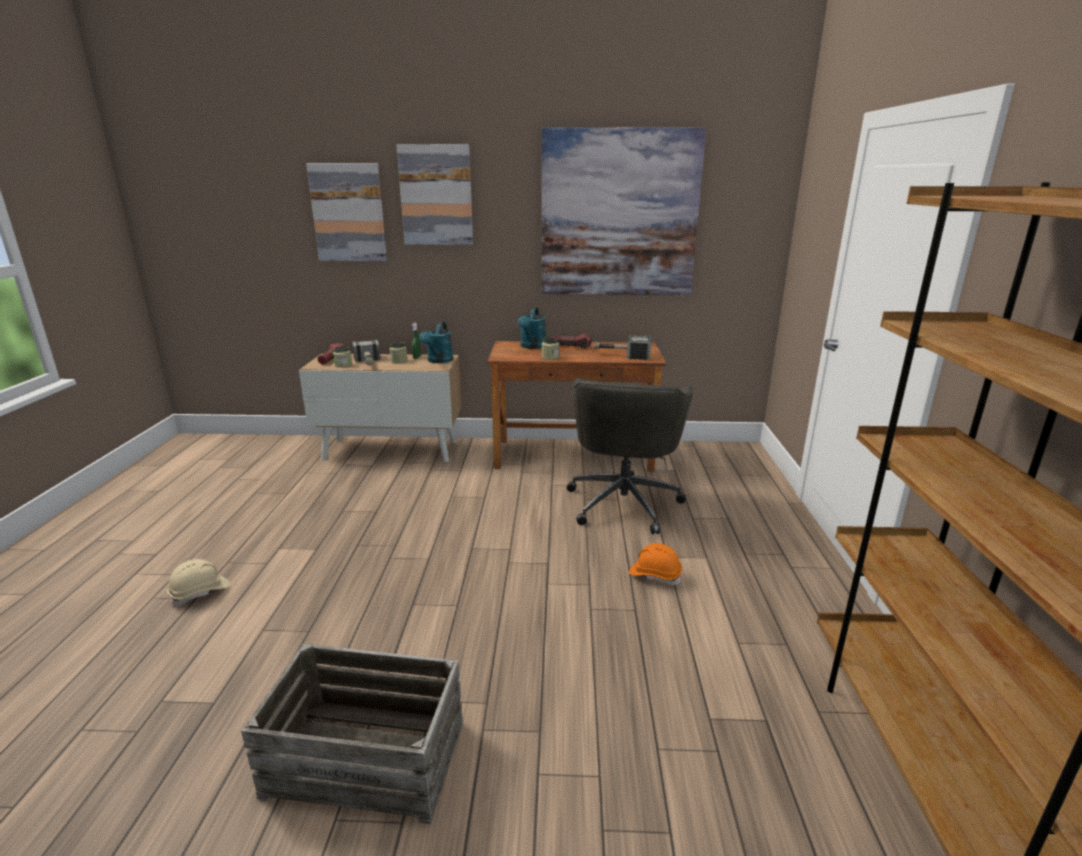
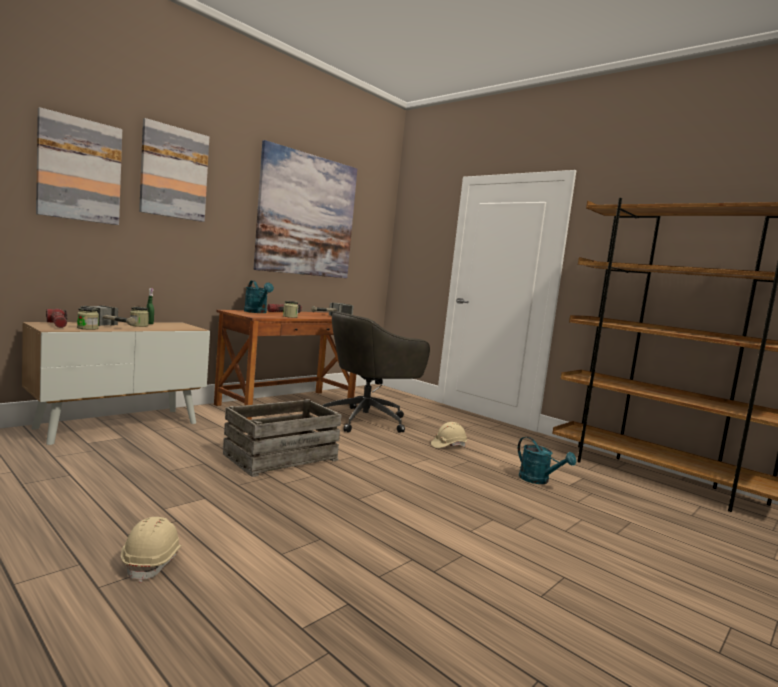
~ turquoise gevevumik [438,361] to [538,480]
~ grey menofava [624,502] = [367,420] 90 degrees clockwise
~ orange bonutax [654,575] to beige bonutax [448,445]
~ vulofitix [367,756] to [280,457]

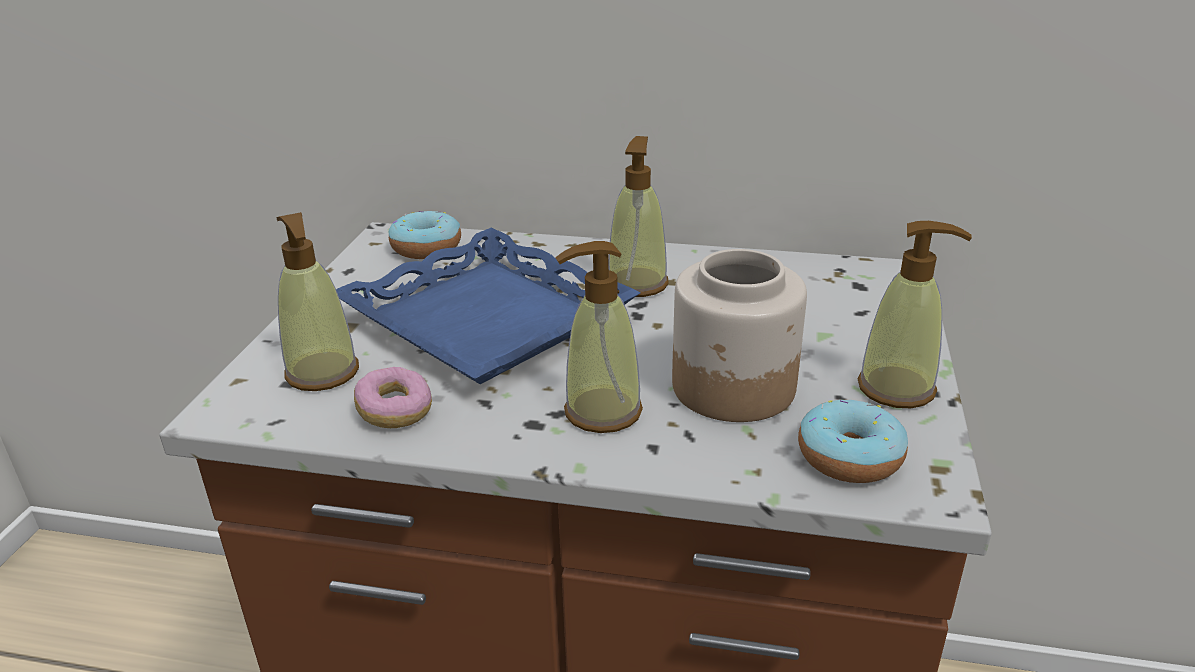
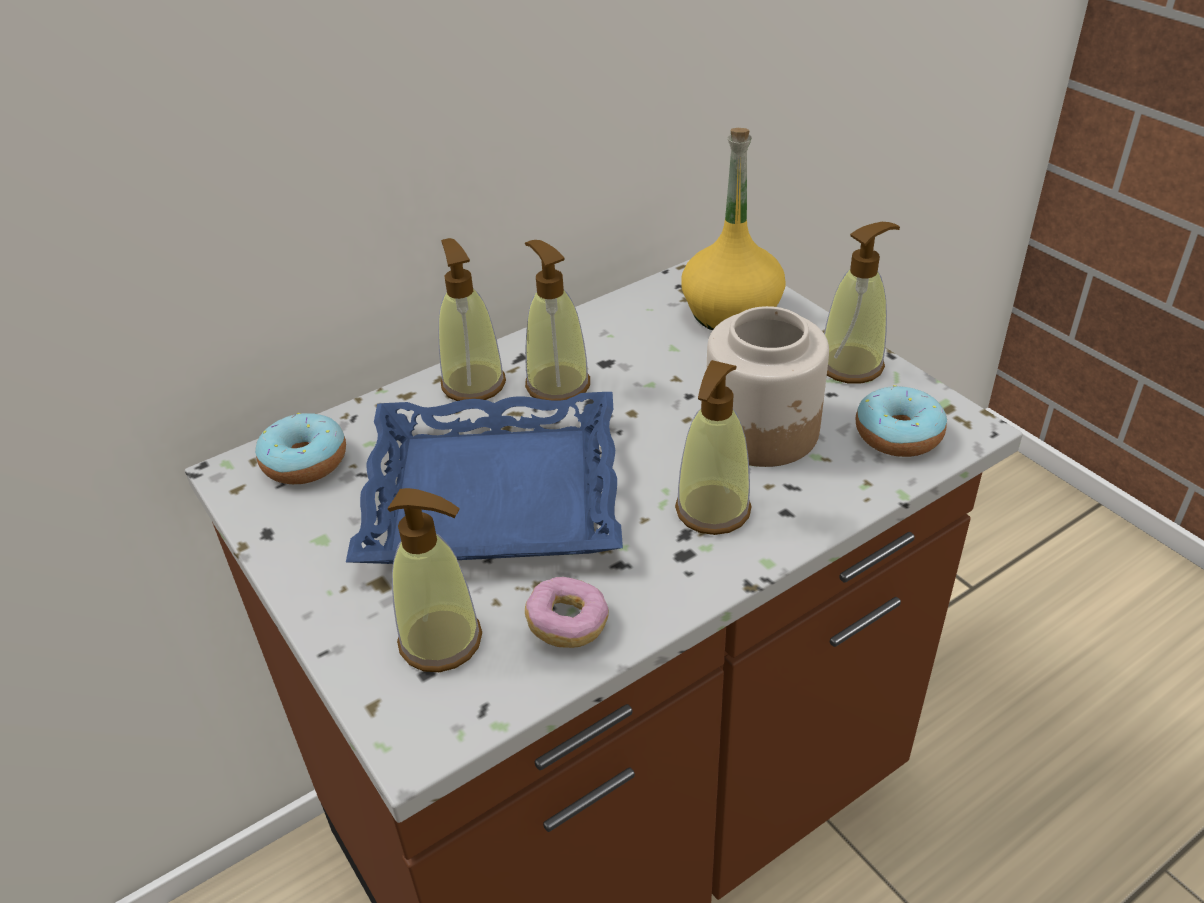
+ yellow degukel [731,313]
+ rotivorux [473,384]

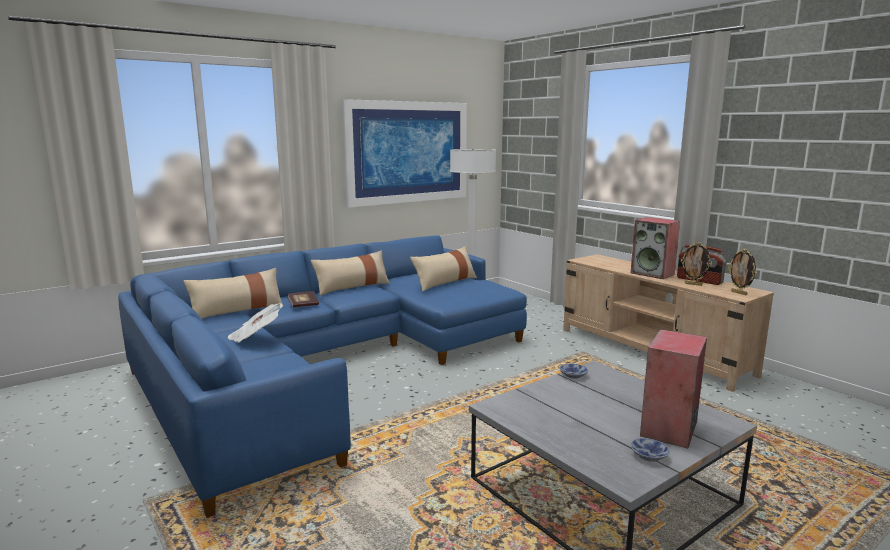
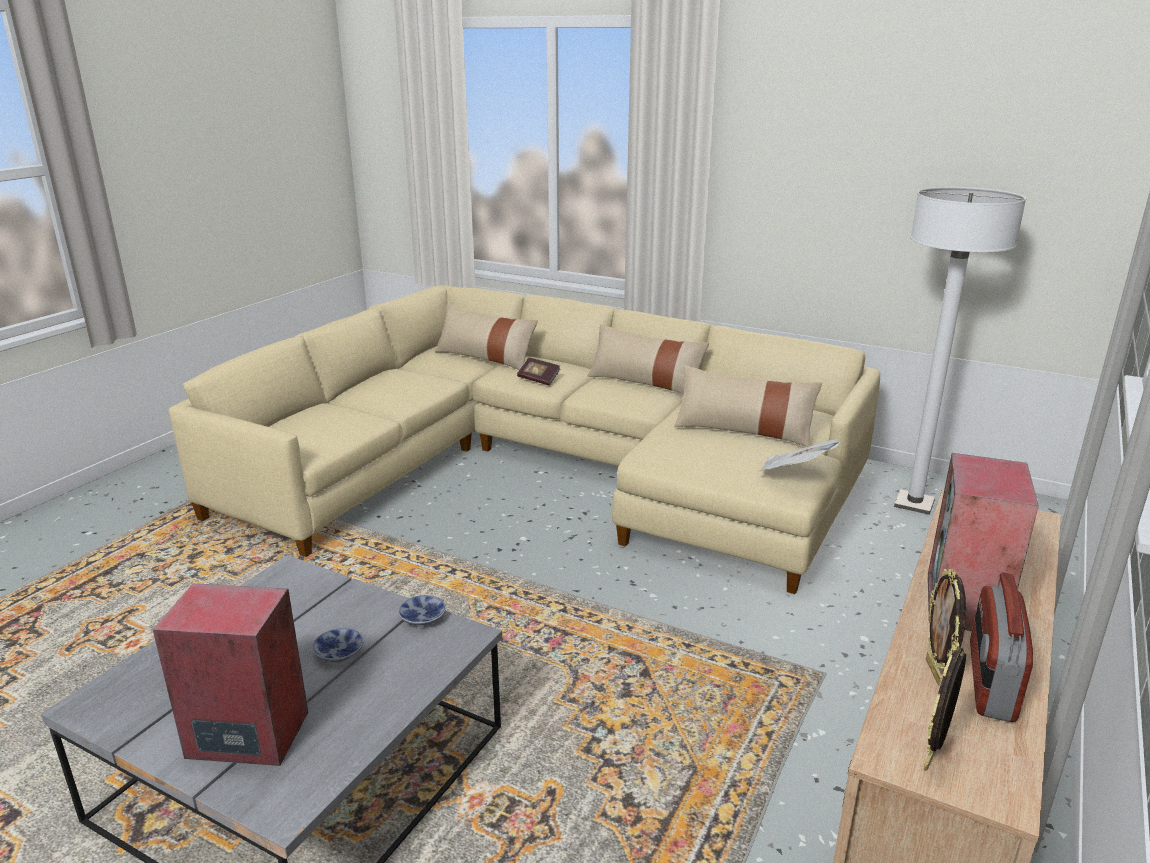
- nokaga [407,152]
~ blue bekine [328,365] to beige bekine [546,469]
~ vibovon [255,336] to [795,473]
~ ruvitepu [650,456] to [337,654]

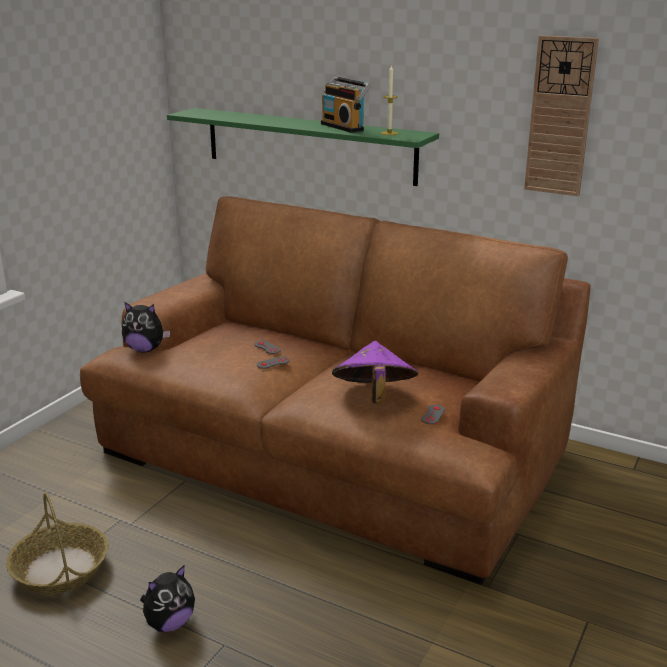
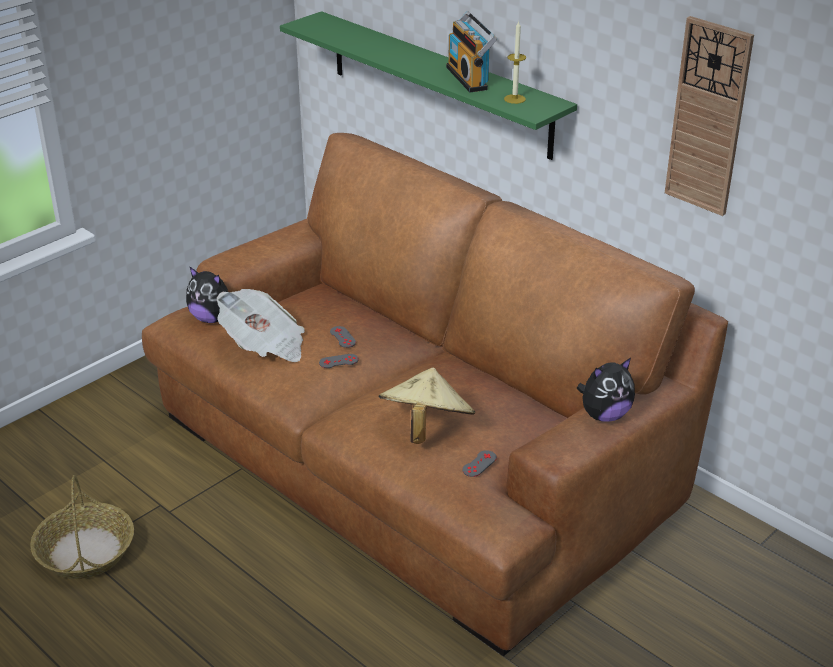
~ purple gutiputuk [373,397] to beige gutiputuk [425,429]
~ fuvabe [169,623] to [604,415]
+ vibovon [264,345]

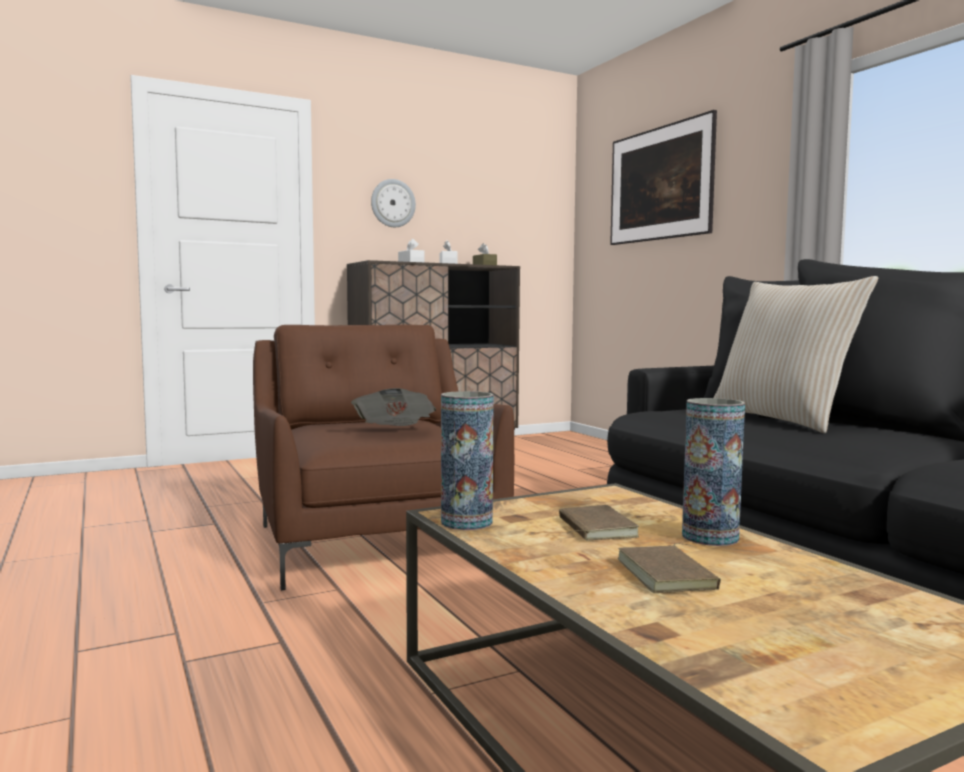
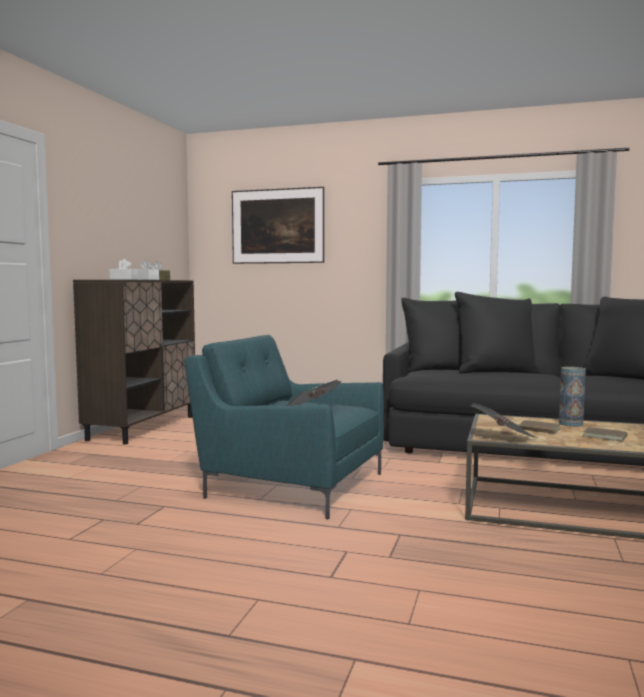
- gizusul [393,203]
- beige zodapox [782,420]
~ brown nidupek [376,539] to turquoise nidupek [290,484]
~ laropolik [466,522] to vibovon [503,438]

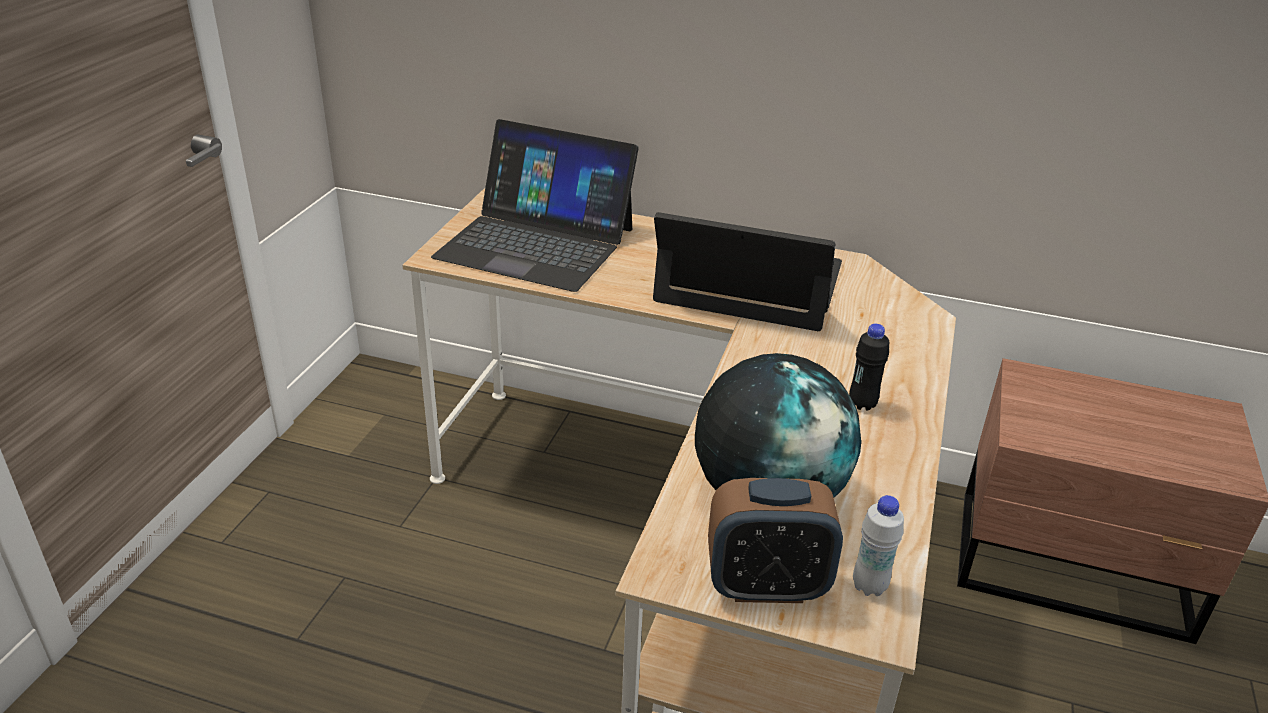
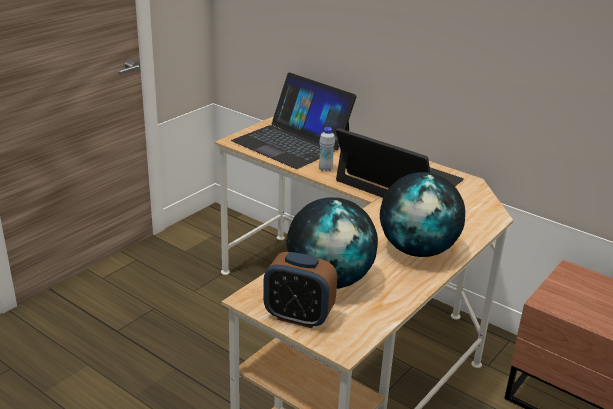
~ black degukel [862,404] to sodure [418,250]
~ white degukel [869,586] to [325,169]

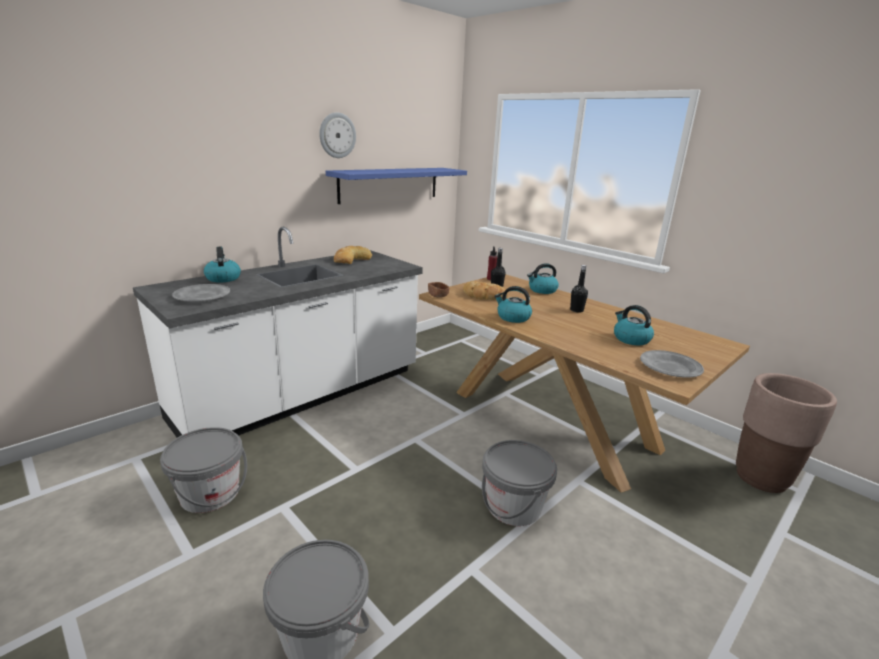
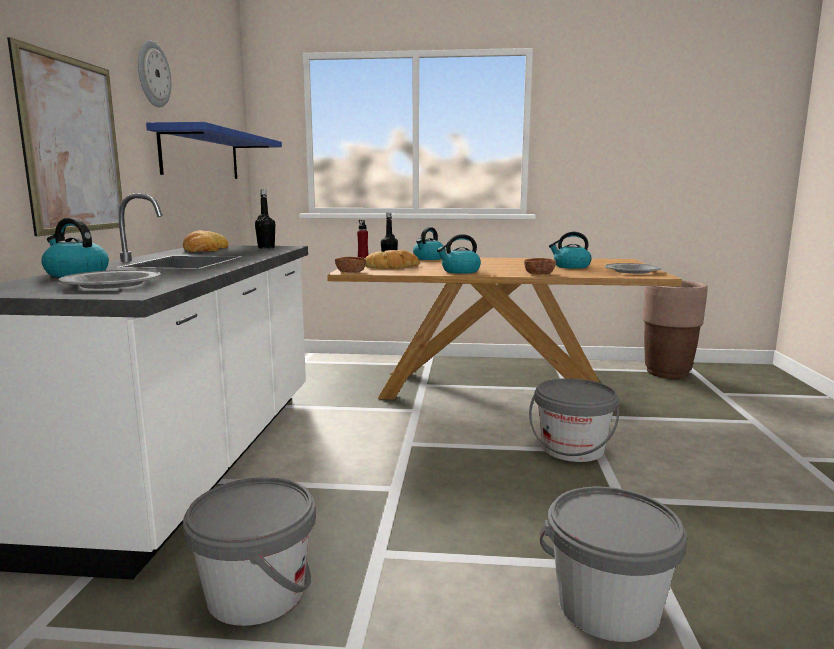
~ black degukel [576,310] to [266,248]
+ nokaga [73,146]
+ brown ruvitepu [539,274]

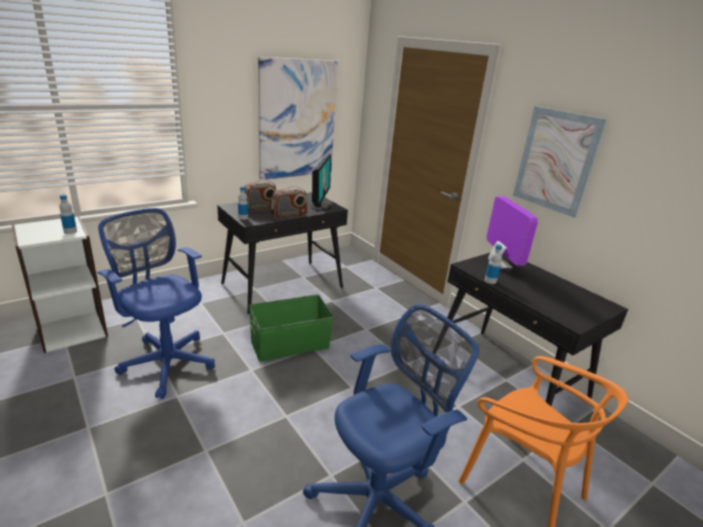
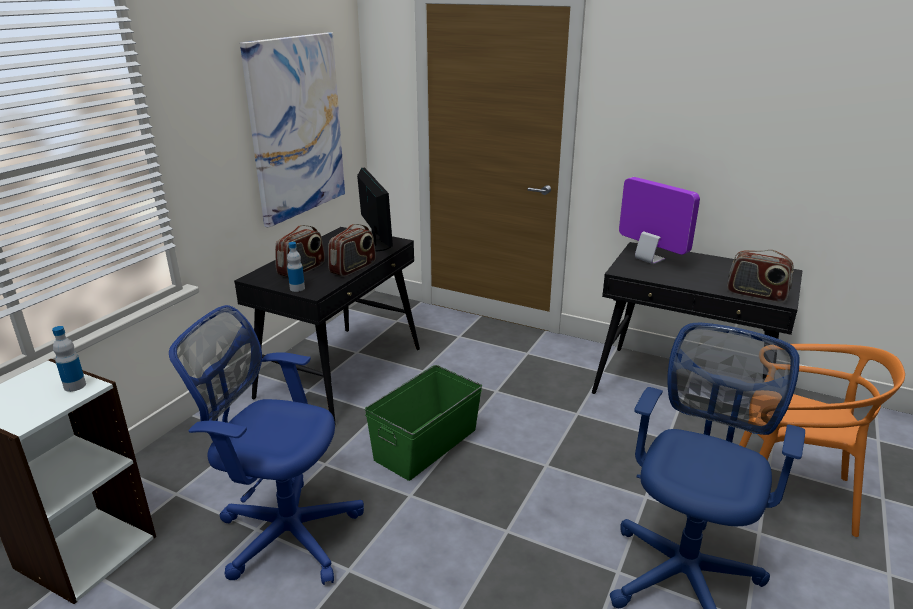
- nokaga [556,161]
- degukel [490,281]
+ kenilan [756,295]

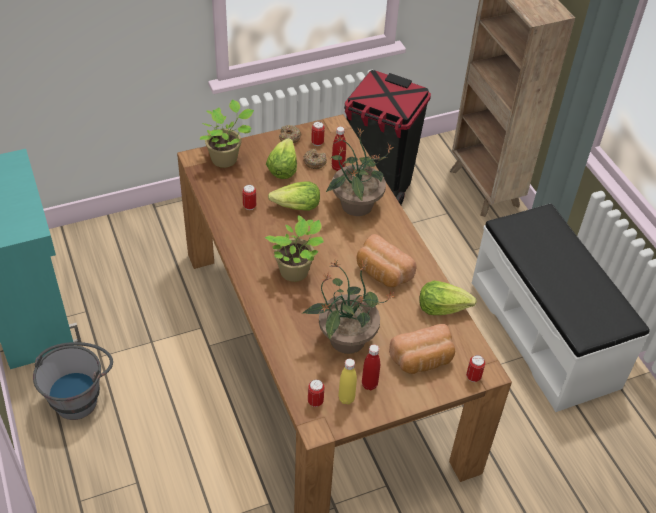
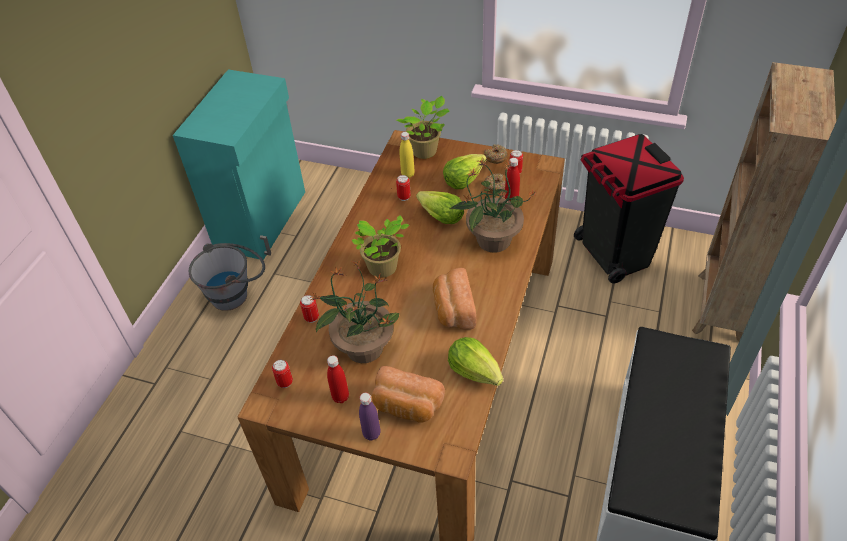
~ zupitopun [473,377] to [311,318]
~ yellow degukel [346,398] to [408,174]
+ purple degukel [371,433]

